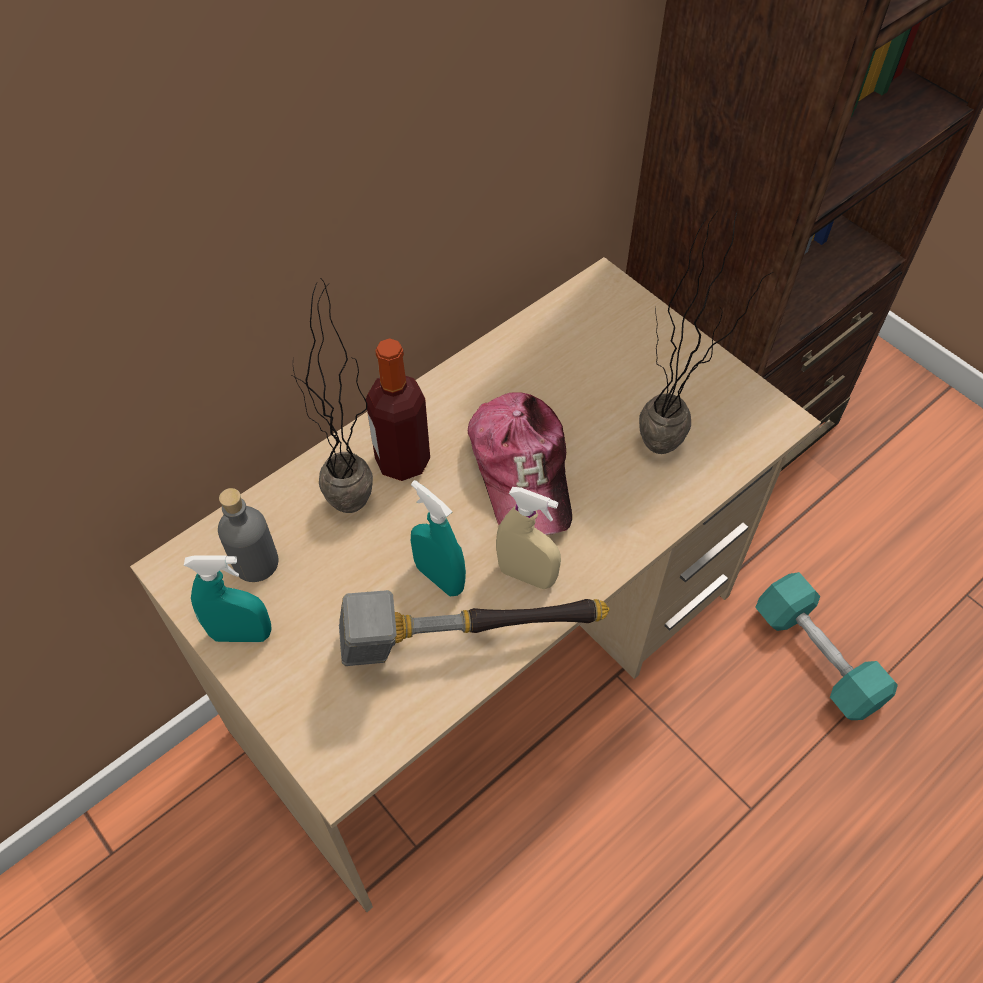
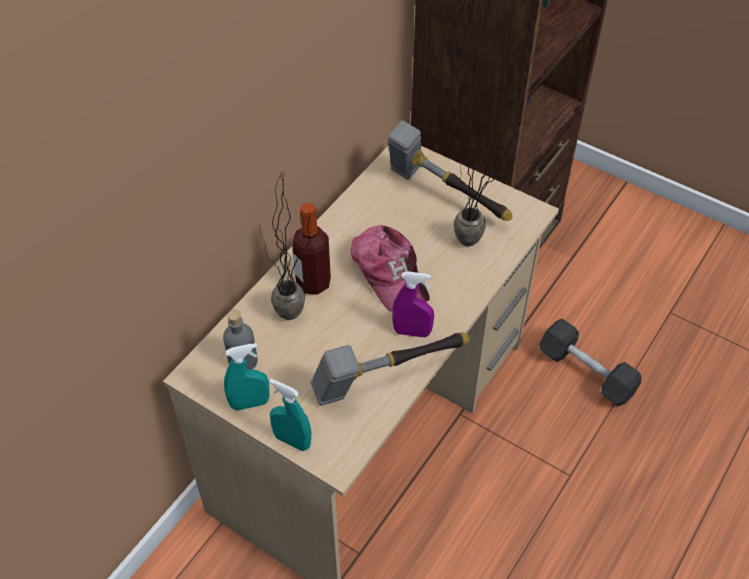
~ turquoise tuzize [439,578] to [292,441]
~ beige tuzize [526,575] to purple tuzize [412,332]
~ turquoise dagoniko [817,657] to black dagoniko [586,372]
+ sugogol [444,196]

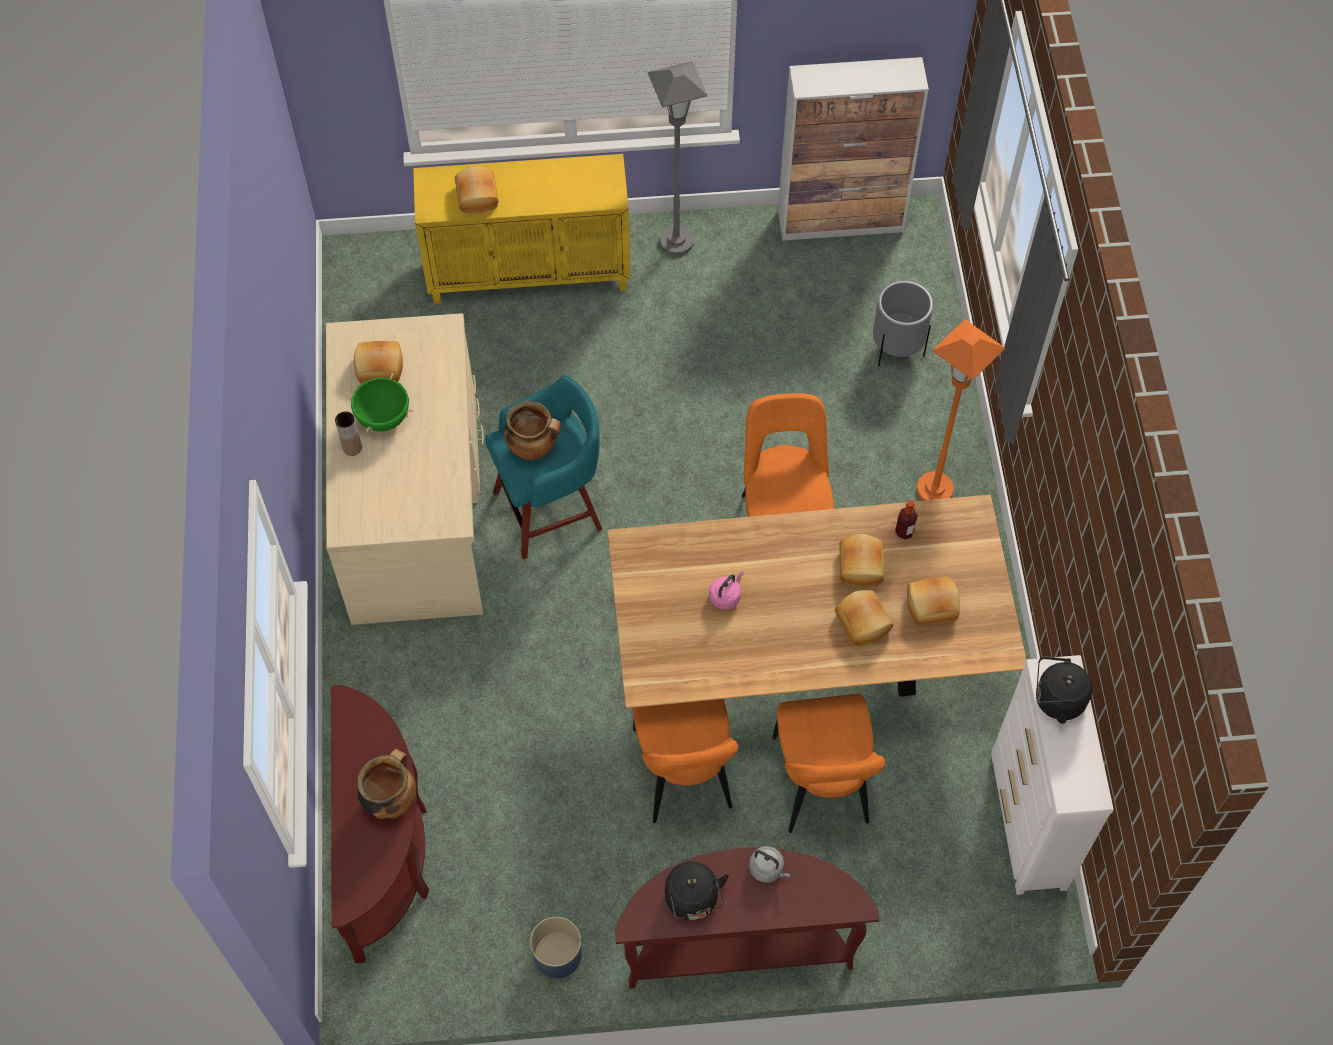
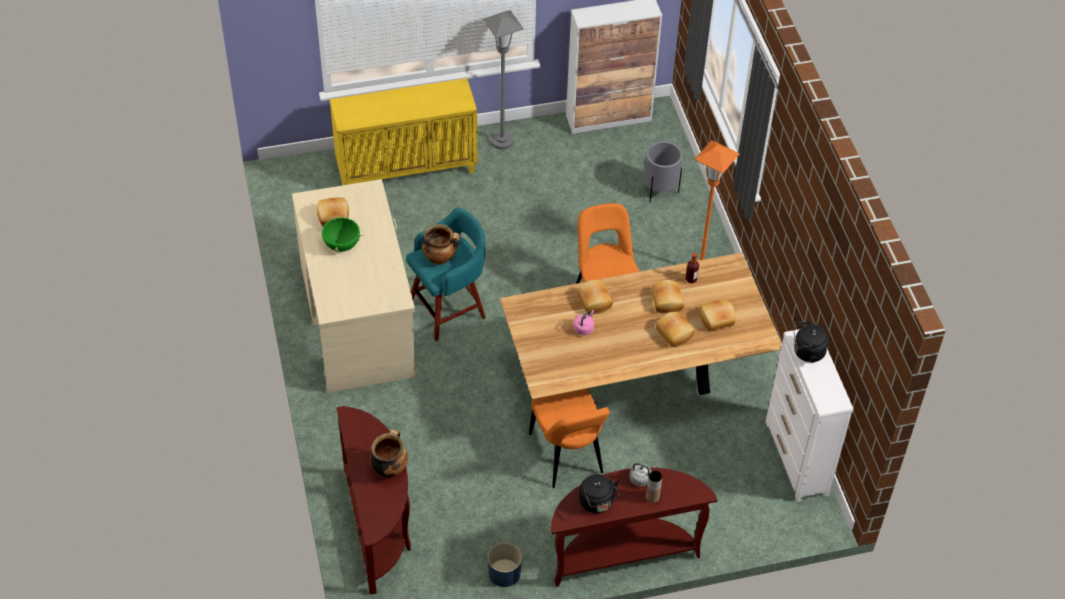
~ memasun [476,196] to [593,302]
~ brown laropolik [352,448] to [652,497]
- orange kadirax [821,786]

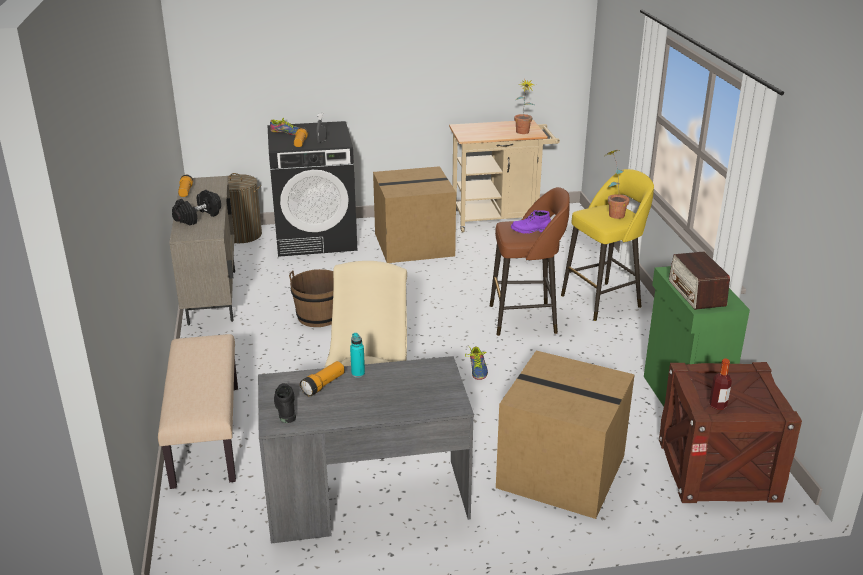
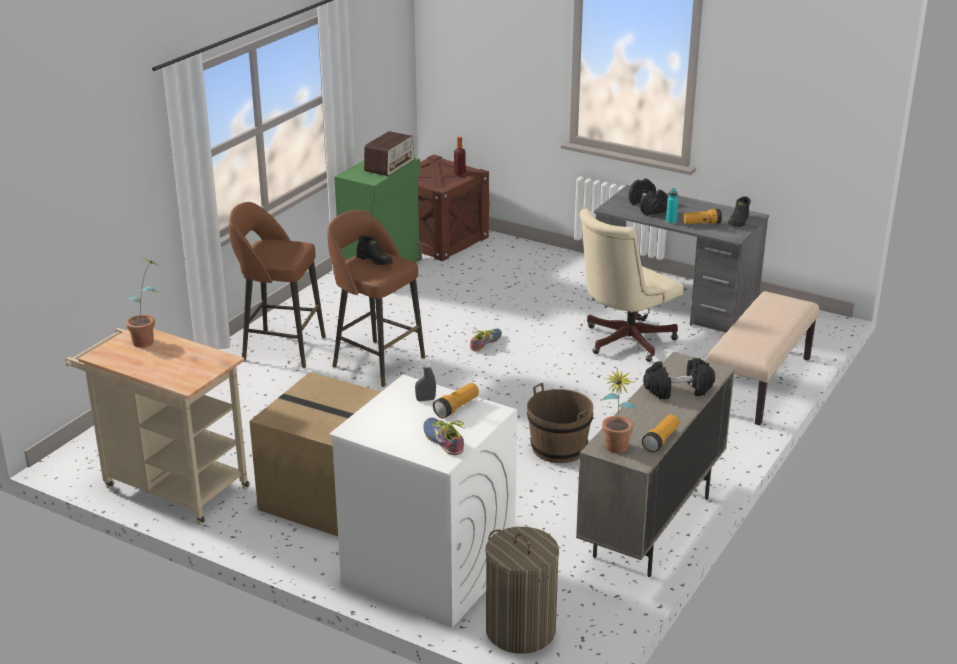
~ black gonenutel [316,237] to white gonenutel [427,570]
~ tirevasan [613,213] to [615,450]
~ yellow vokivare [603,301] to brown vokivare [281,348]
~ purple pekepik [530,230] to black pekepik [375,260]
- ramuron [559,472]
+ black dagoniko [647,207]

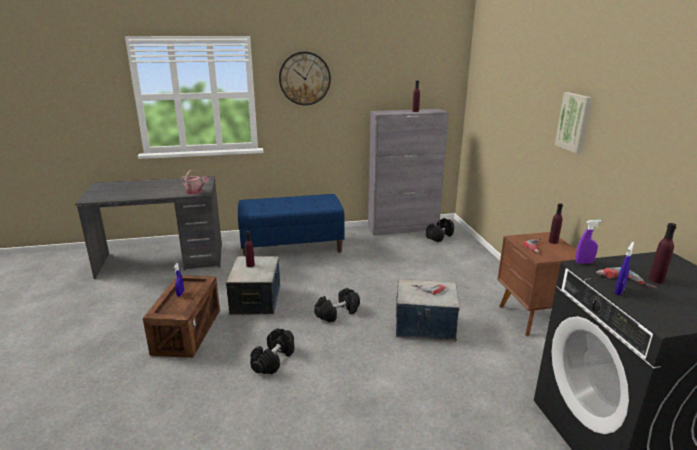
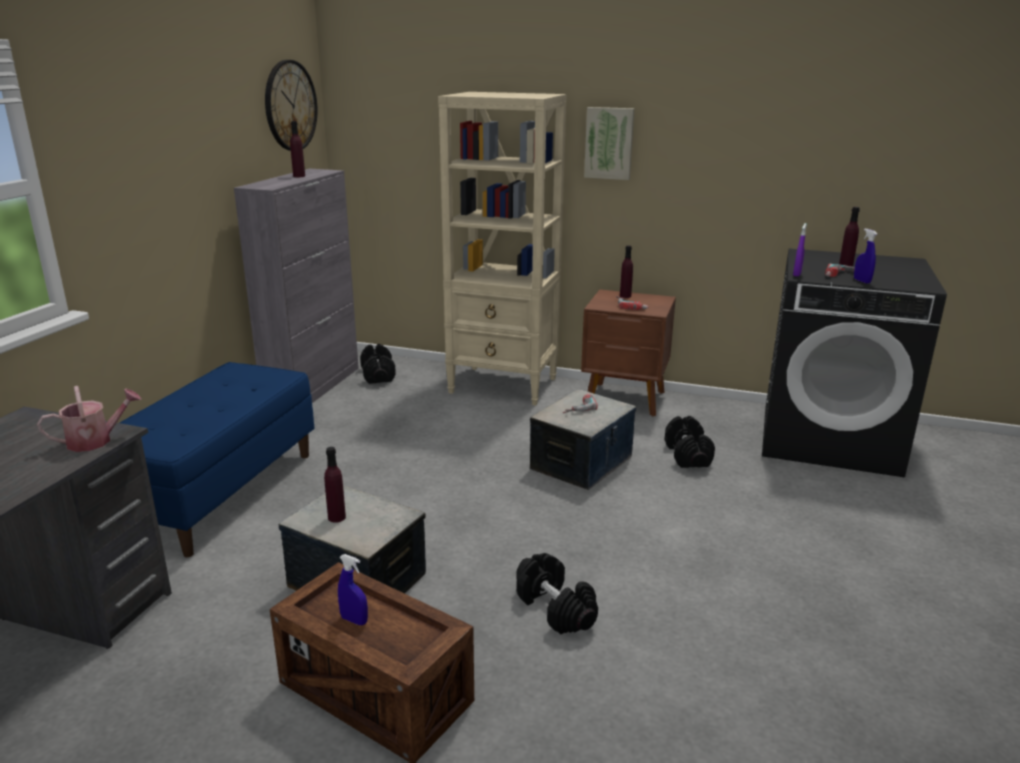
~ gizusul [304,78] to [290,106]
~ black dagoniko [337,313] to [688,455]
+ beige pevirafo [504,386]

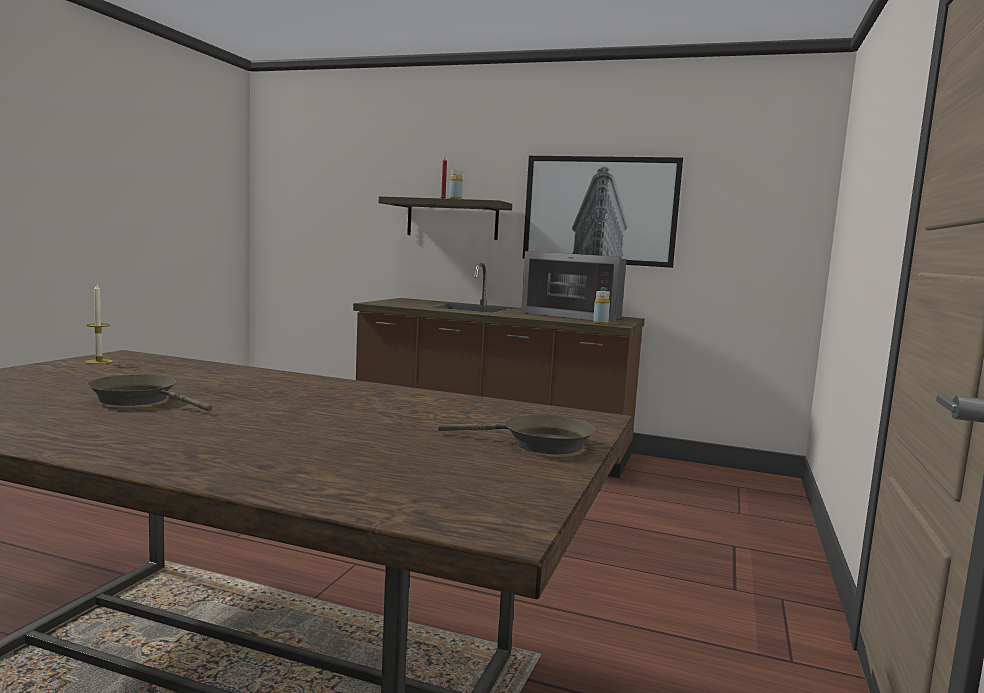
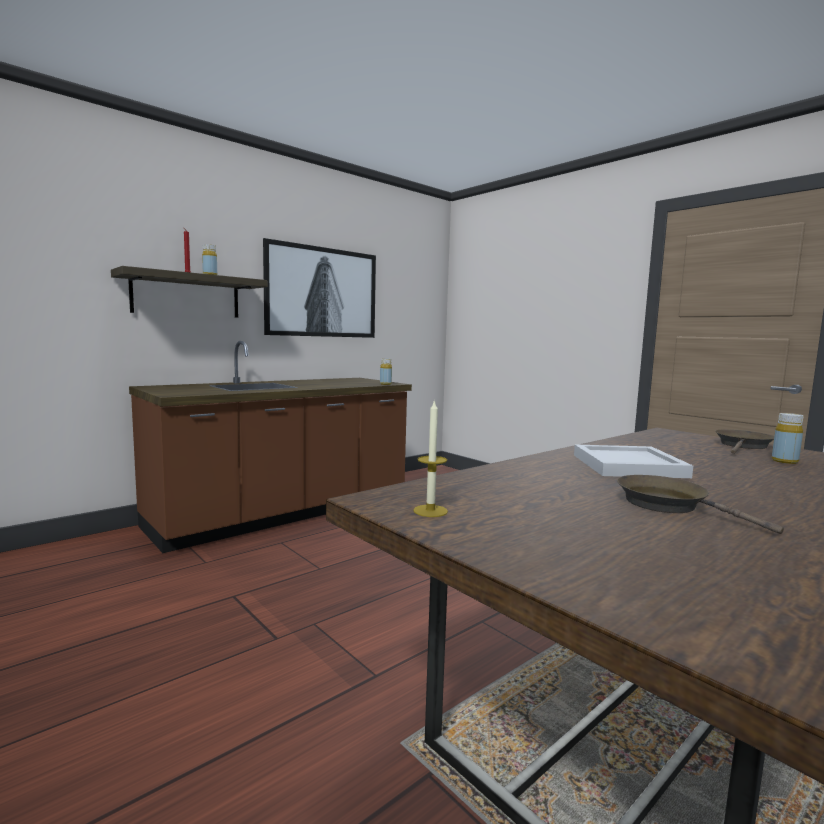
- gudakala [576,316]
~ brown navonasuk [140,400] = [668,505] 90 degrees clockwise
+ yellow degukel [784,461]
+ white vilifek [630,466]

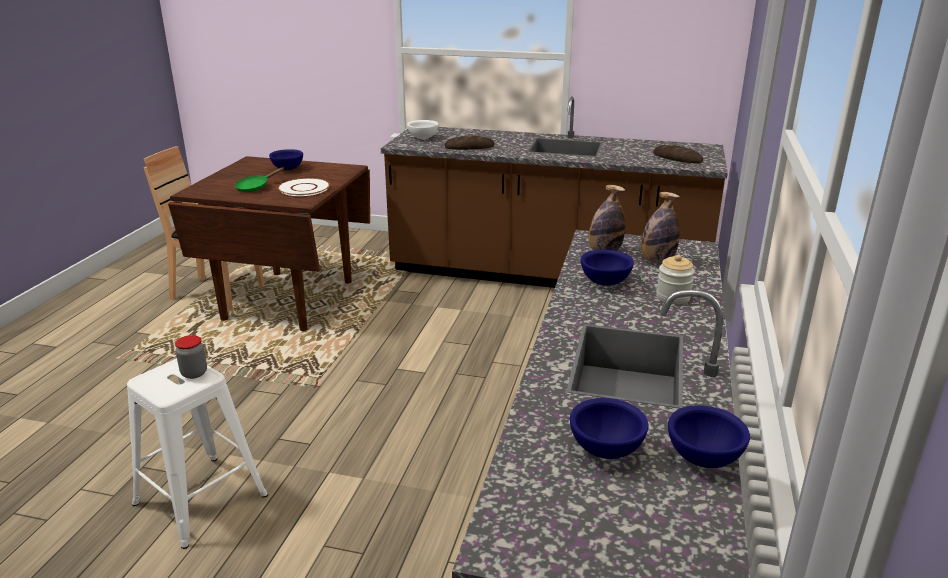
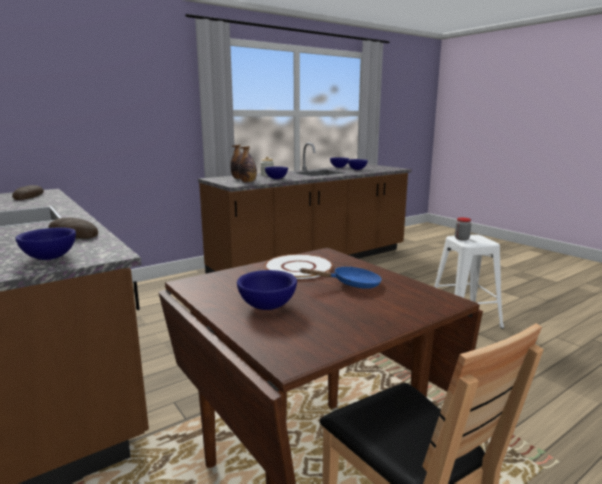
~ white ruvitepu [423,138] to blue ruvitepu [50,257]
~ green navonasuk [255,187] to blue navonasuk [351,284]

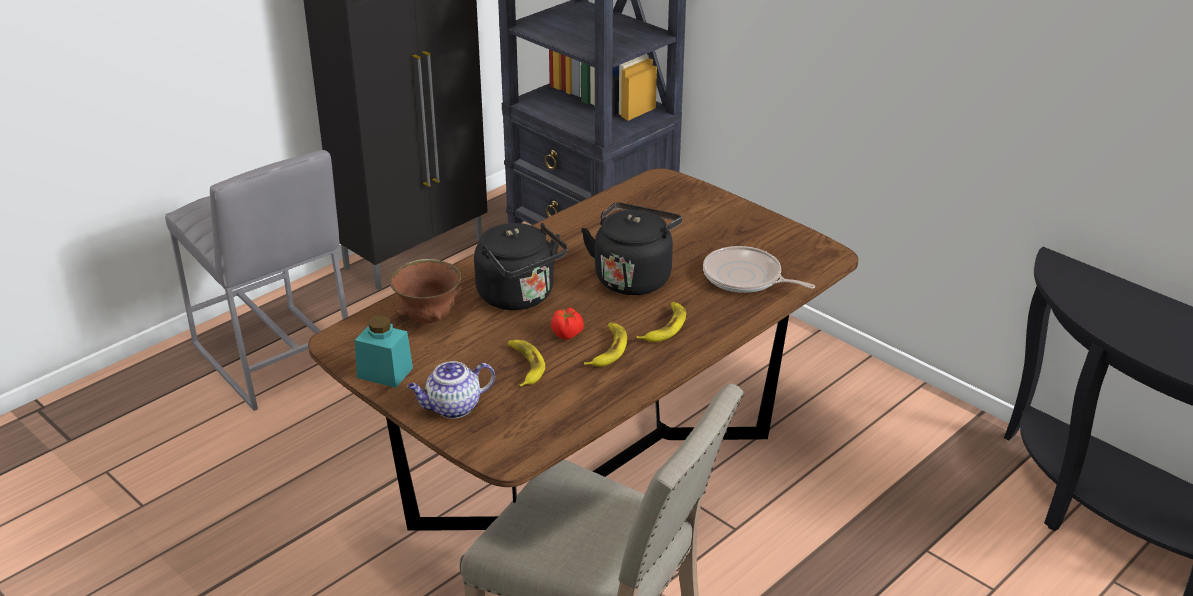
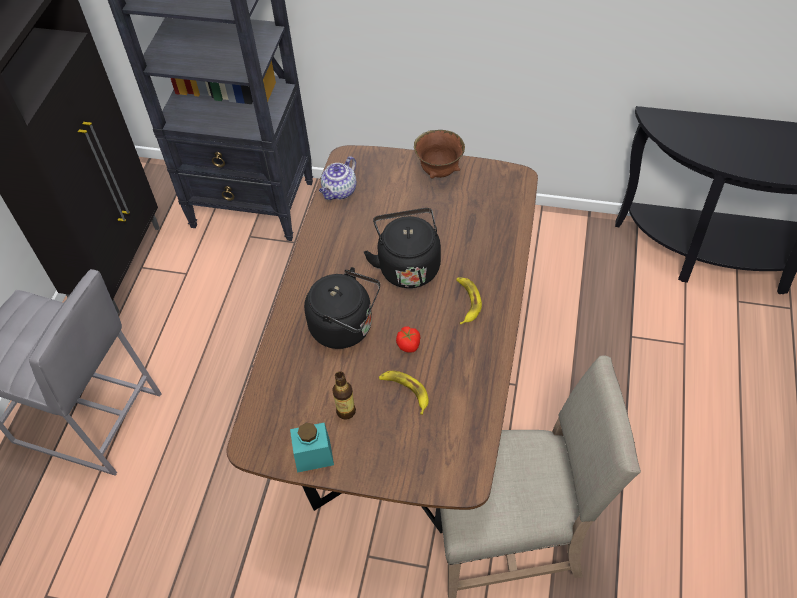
- navonasuk [745,278]
~ brown ruvitepu [429,318] to [439,171]
- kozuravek [607,349]
~ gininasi [452,408] to [339,192]
+ degukel [346,411]

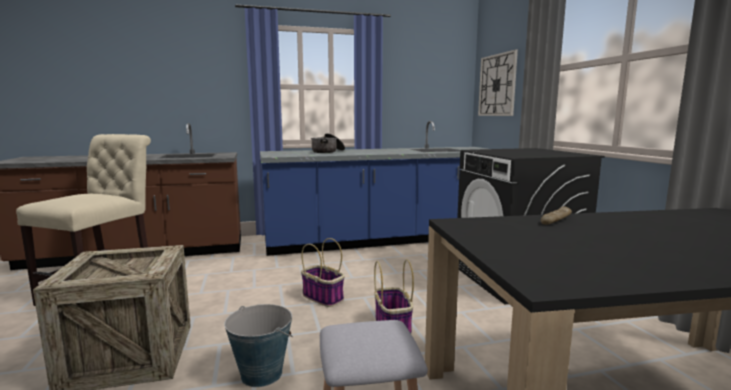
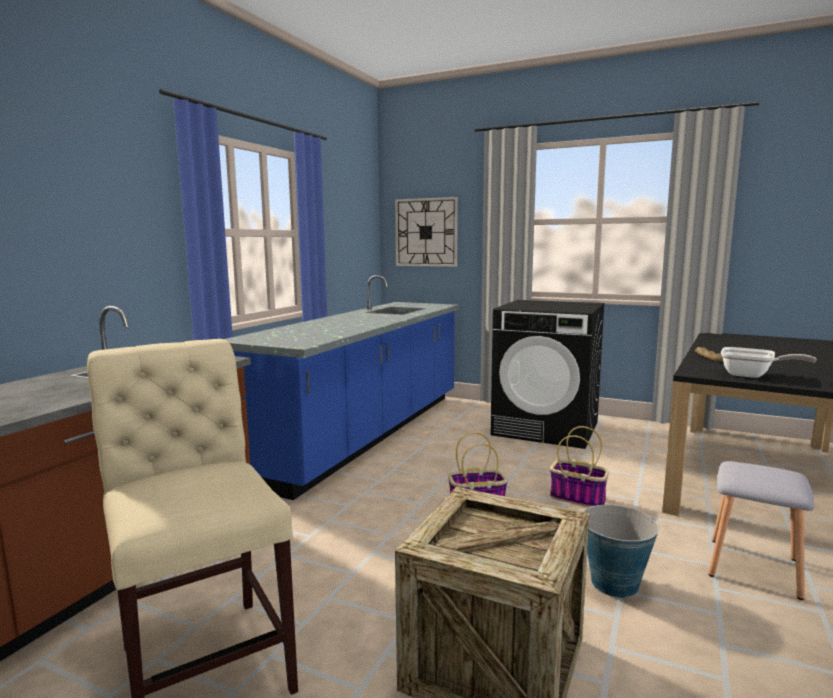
- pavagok [328,151]
+ navonasuk [752,375]

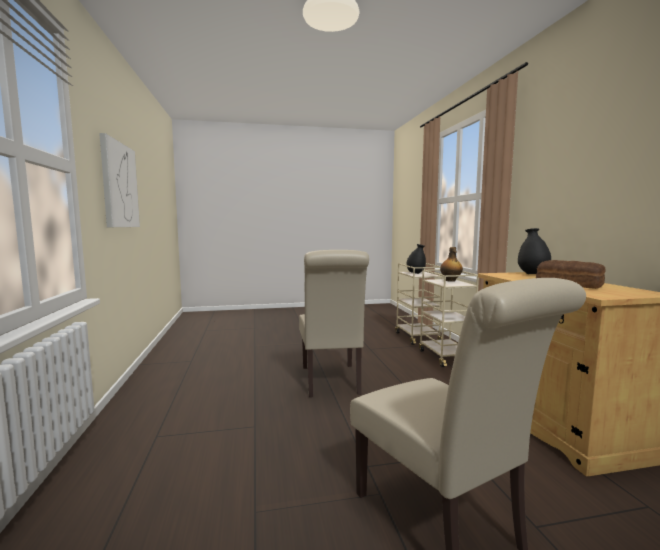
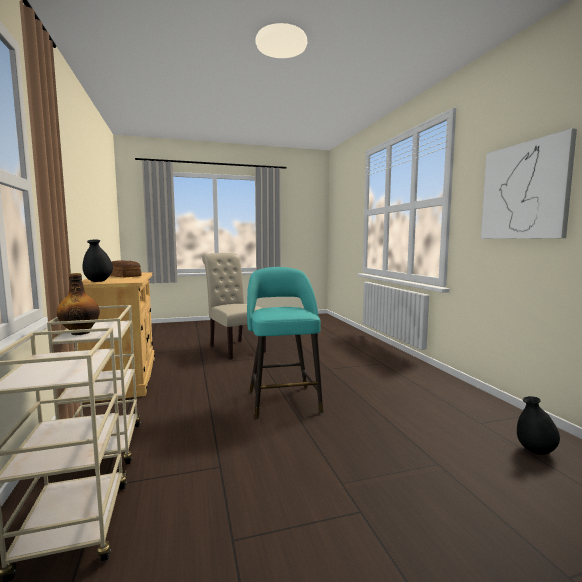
~ black laropolik [415,273] to [535,451]
~ beige kadirax [331,382] to turquoise vokivare [283,400]

